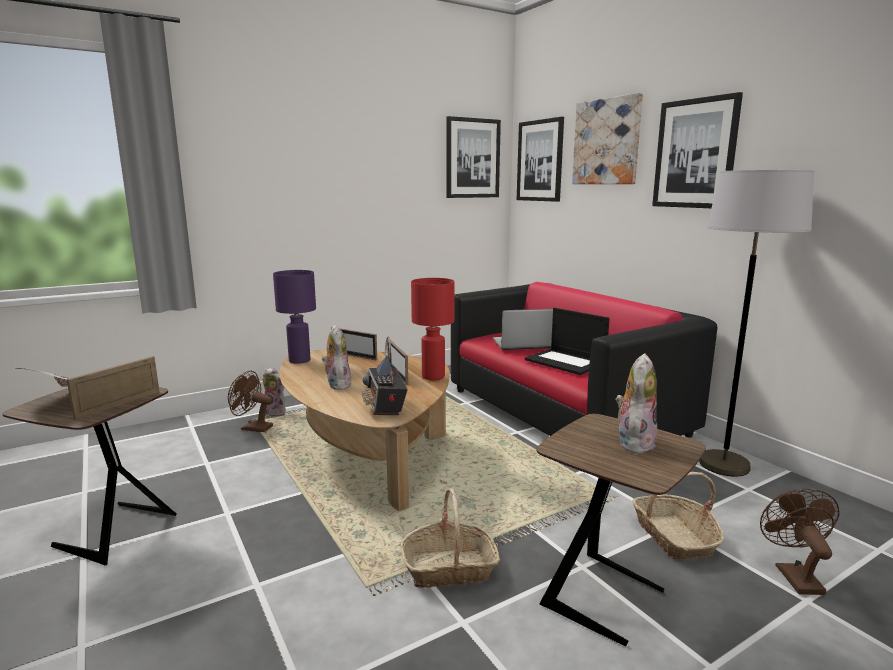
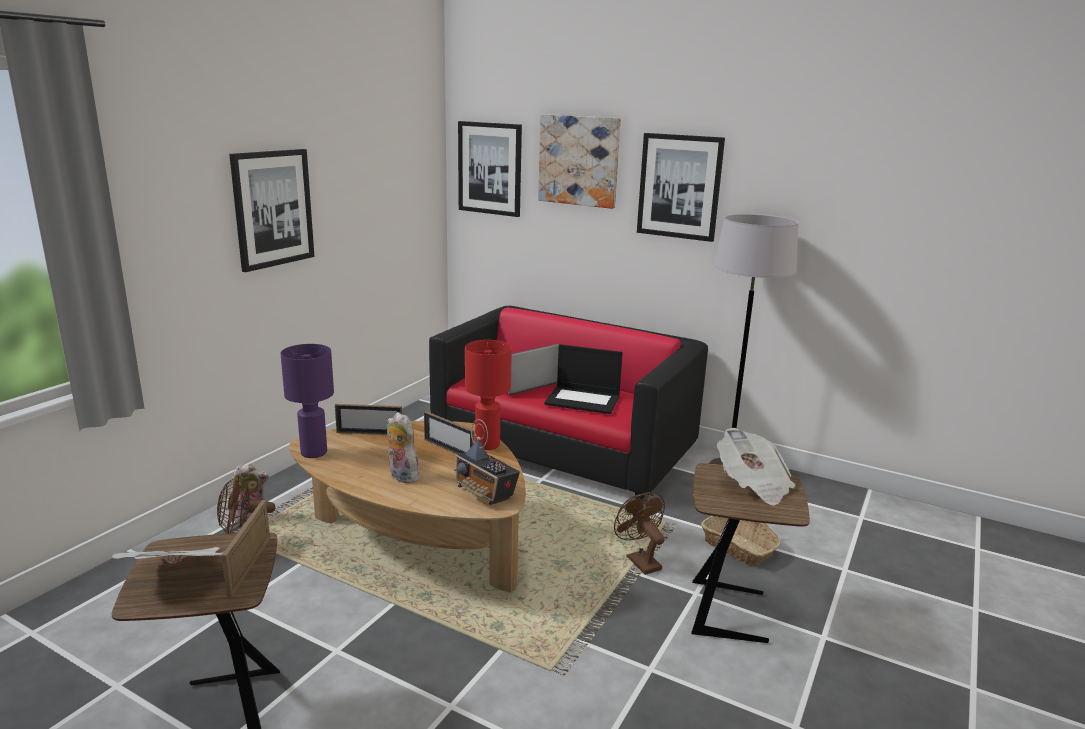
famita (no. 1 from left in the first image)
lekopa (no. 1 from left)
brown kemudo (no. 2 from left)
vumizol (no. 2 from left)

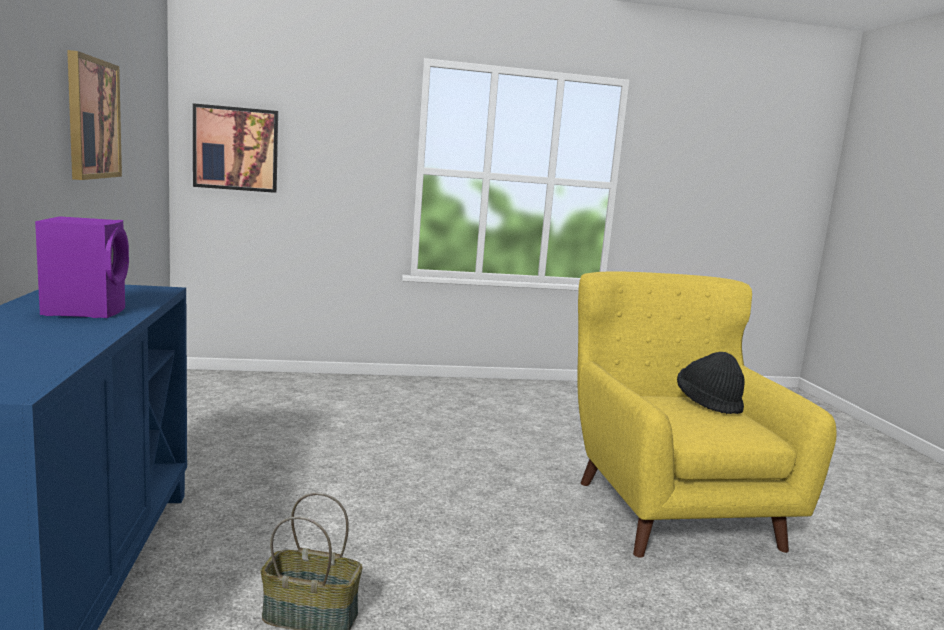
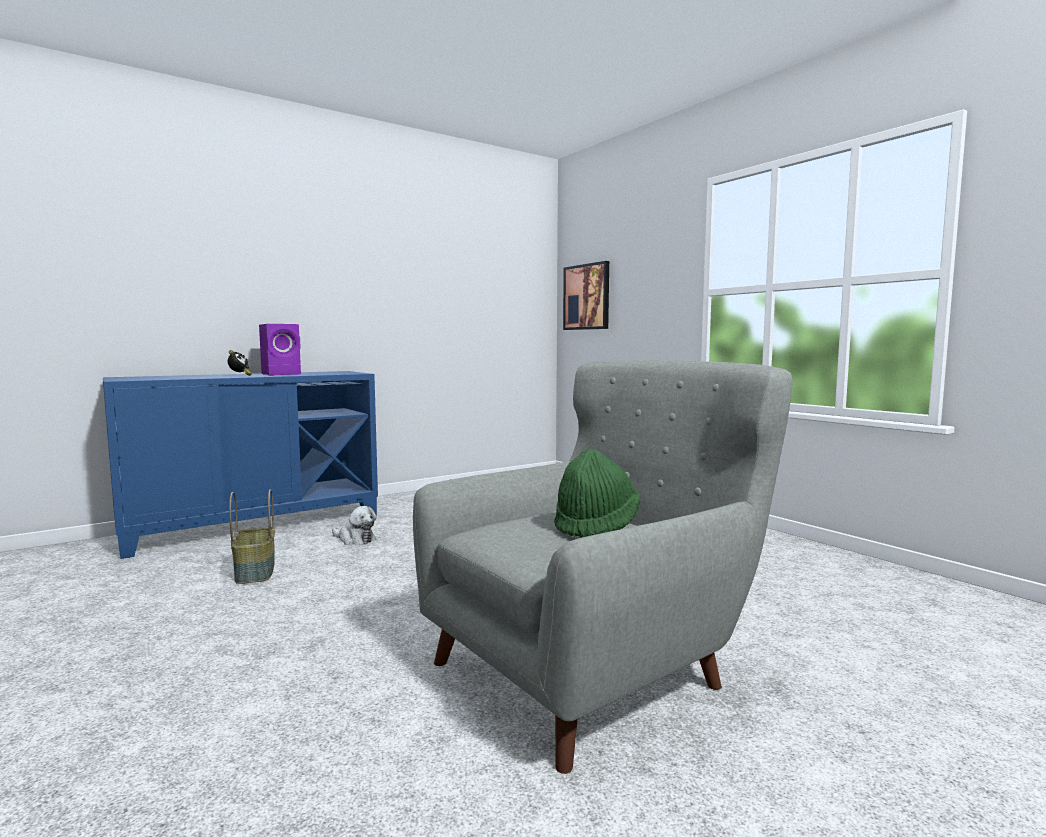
lekopa (no. 1 from left in the first image)
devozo
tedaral
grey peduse
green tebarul

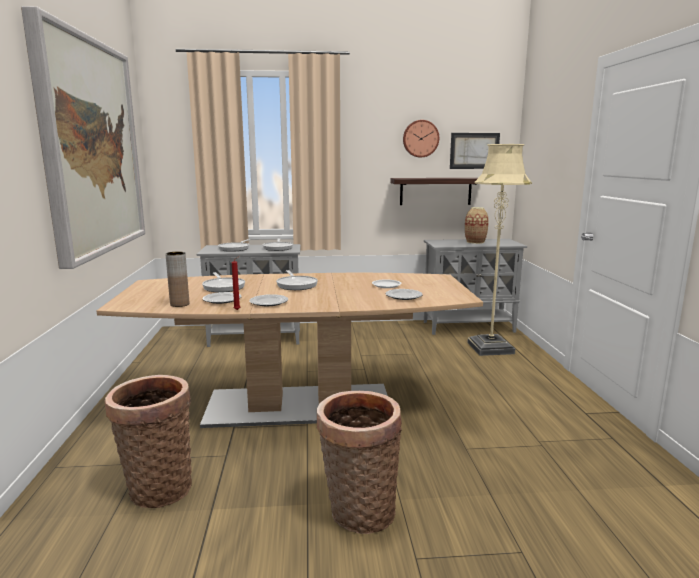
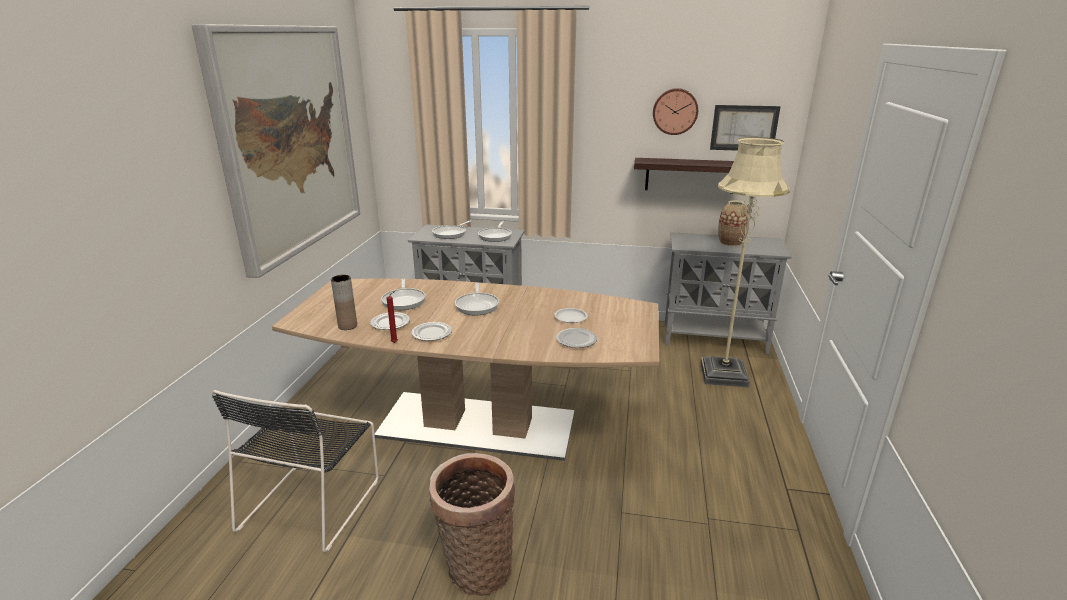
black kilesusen

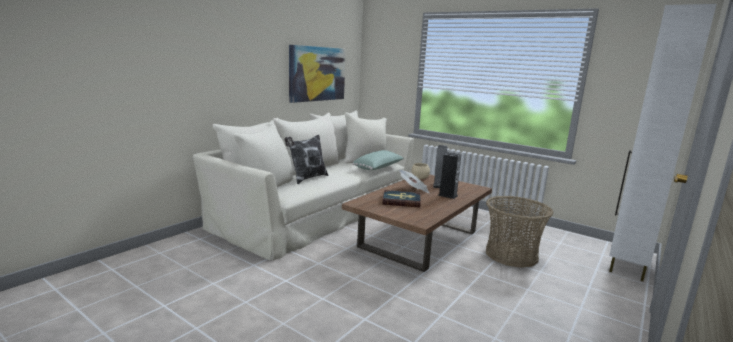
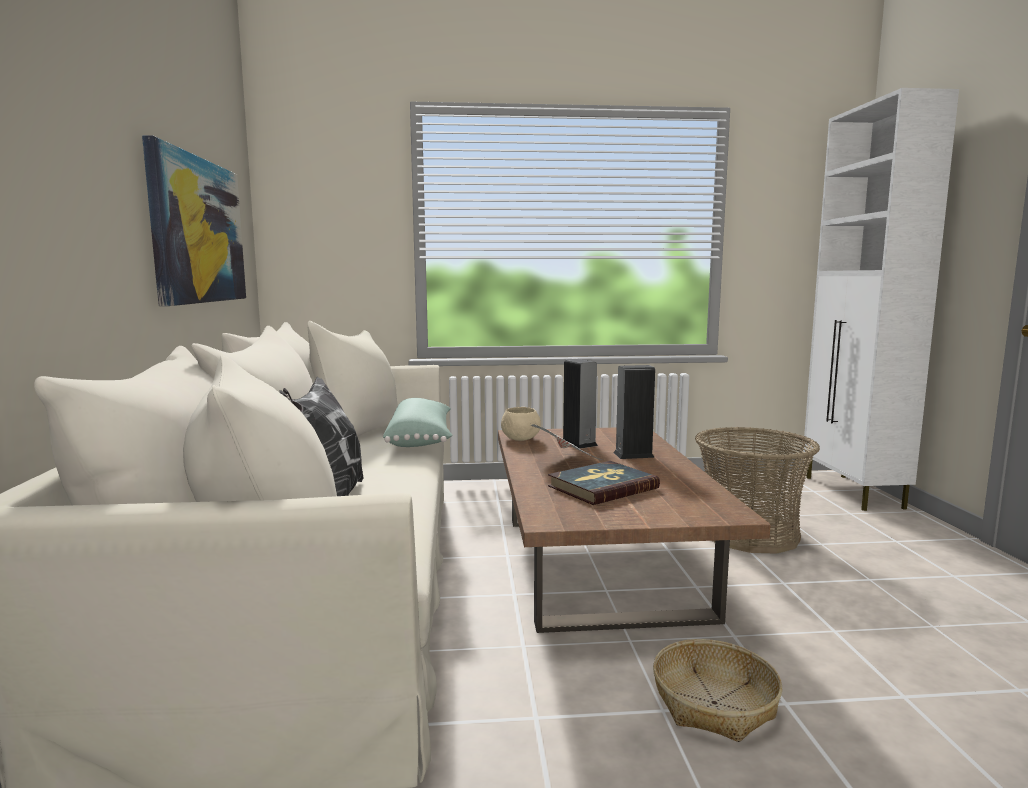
famita (no. 1 from left)

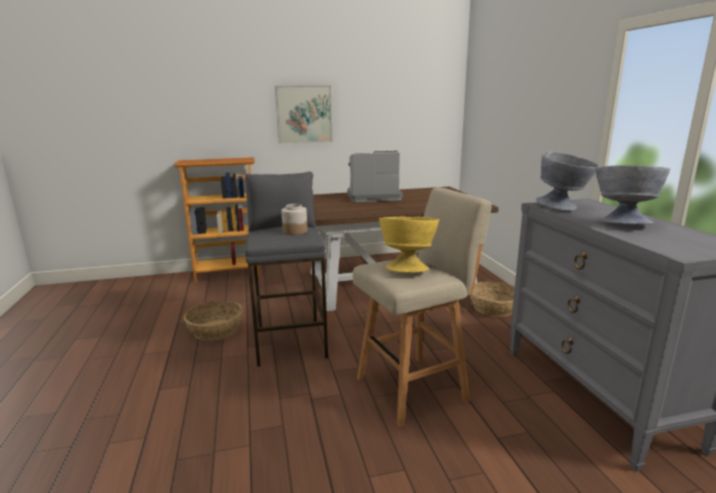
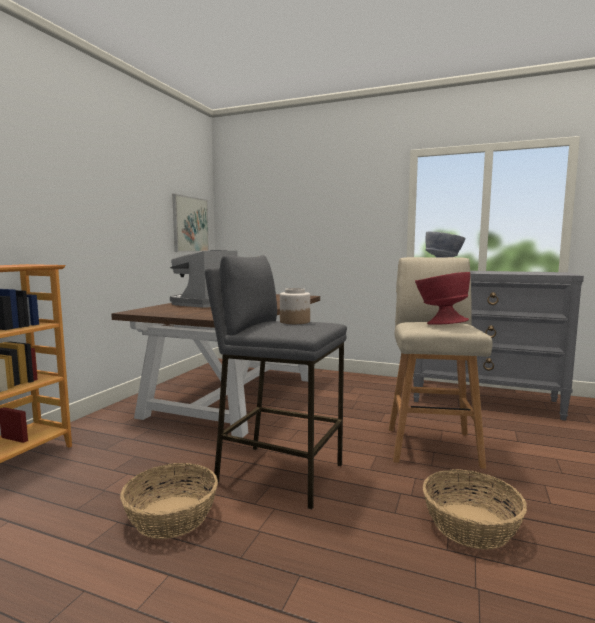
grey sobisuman (no. 2 from left in the first image)
lekopa
famita (no. 2 from left)
red sobisuman

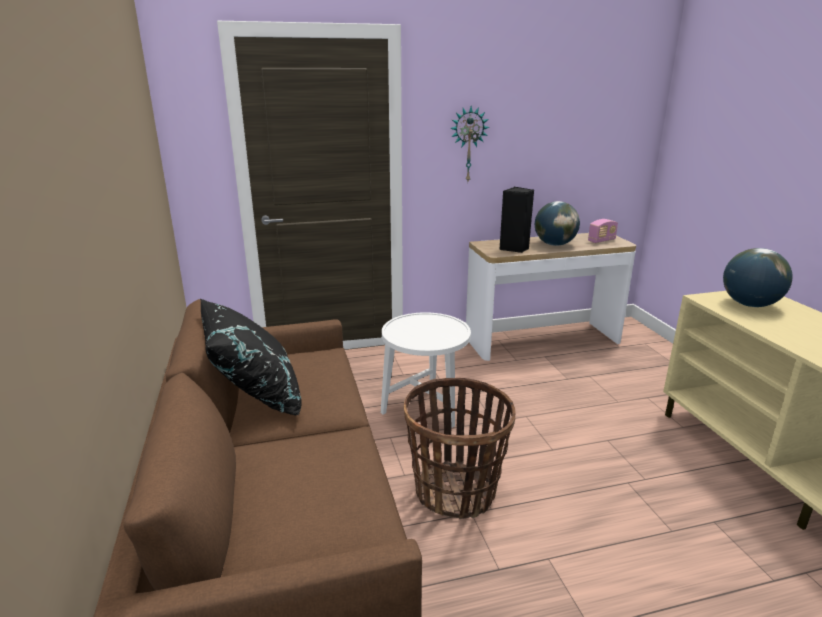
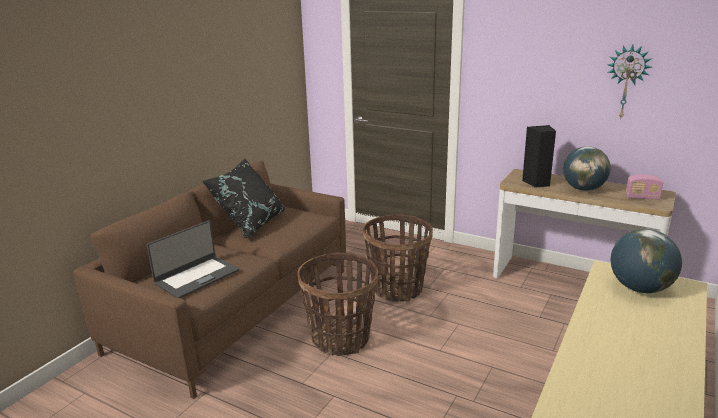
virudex
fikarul
famita (no. 2 from left)

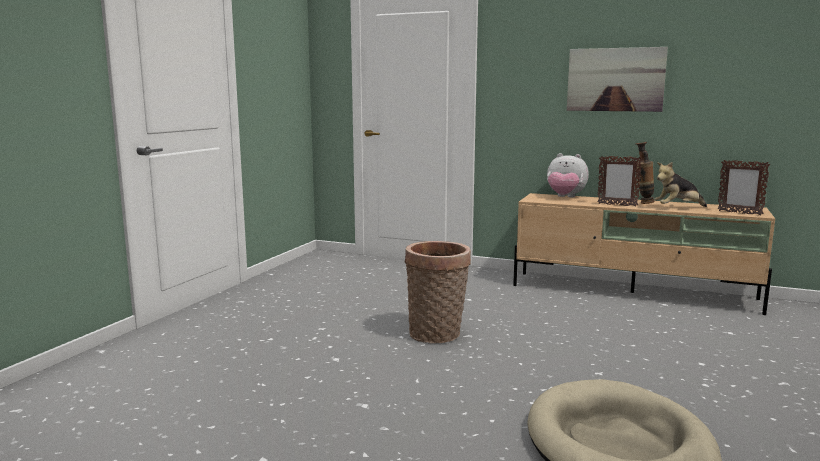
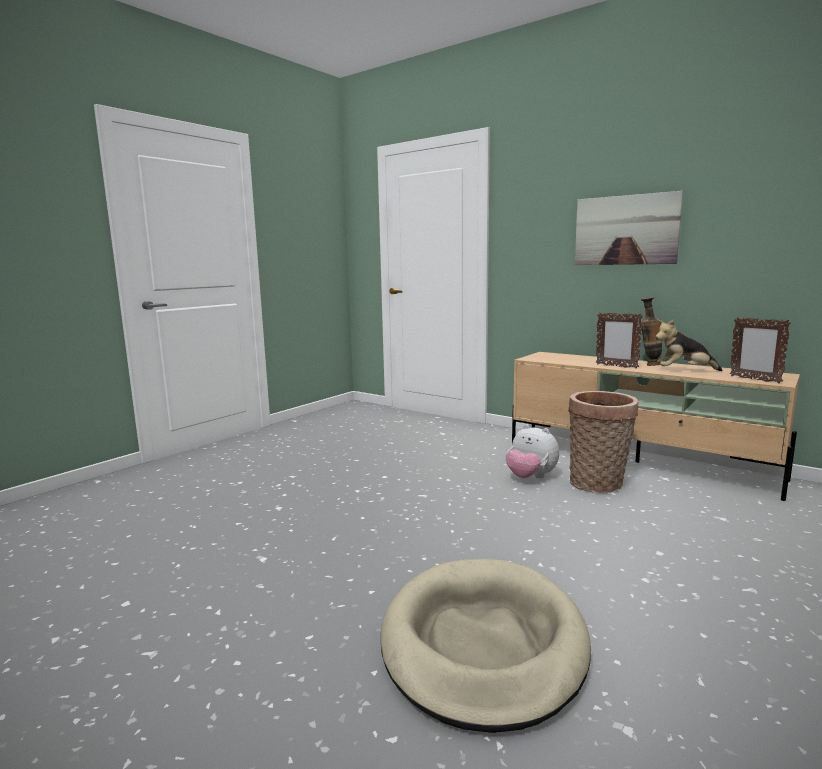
famita
tedaral (no. 1 from left)

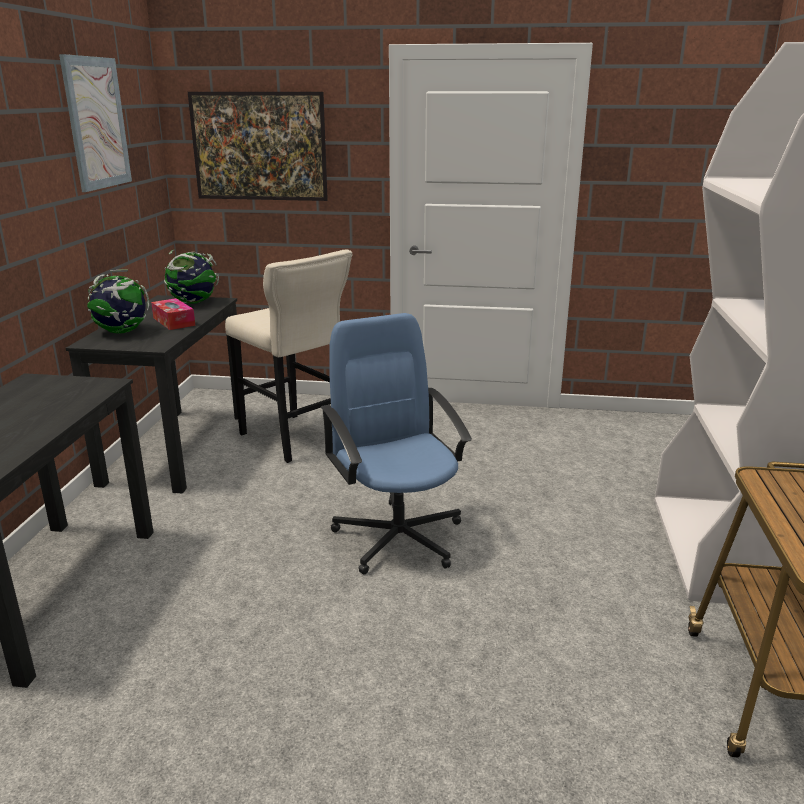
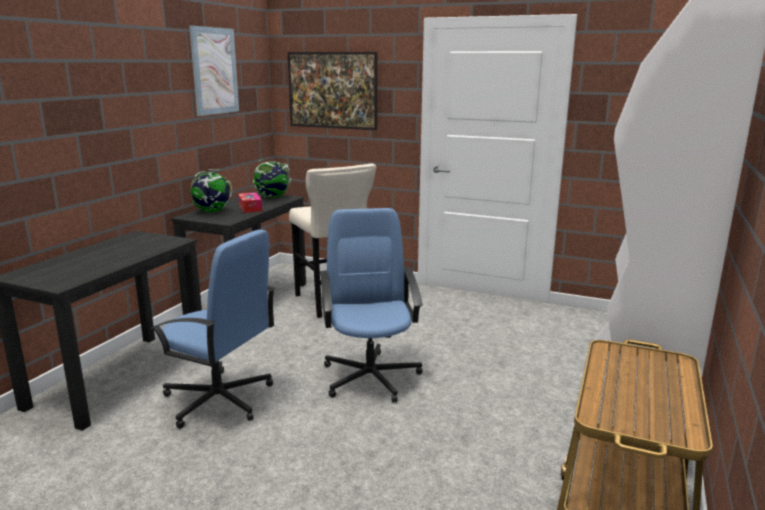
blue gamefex (no. 1 from left)

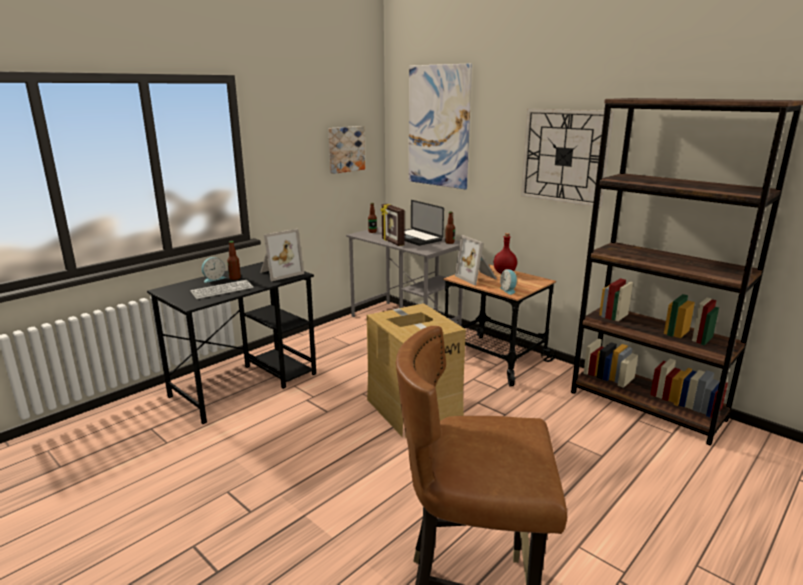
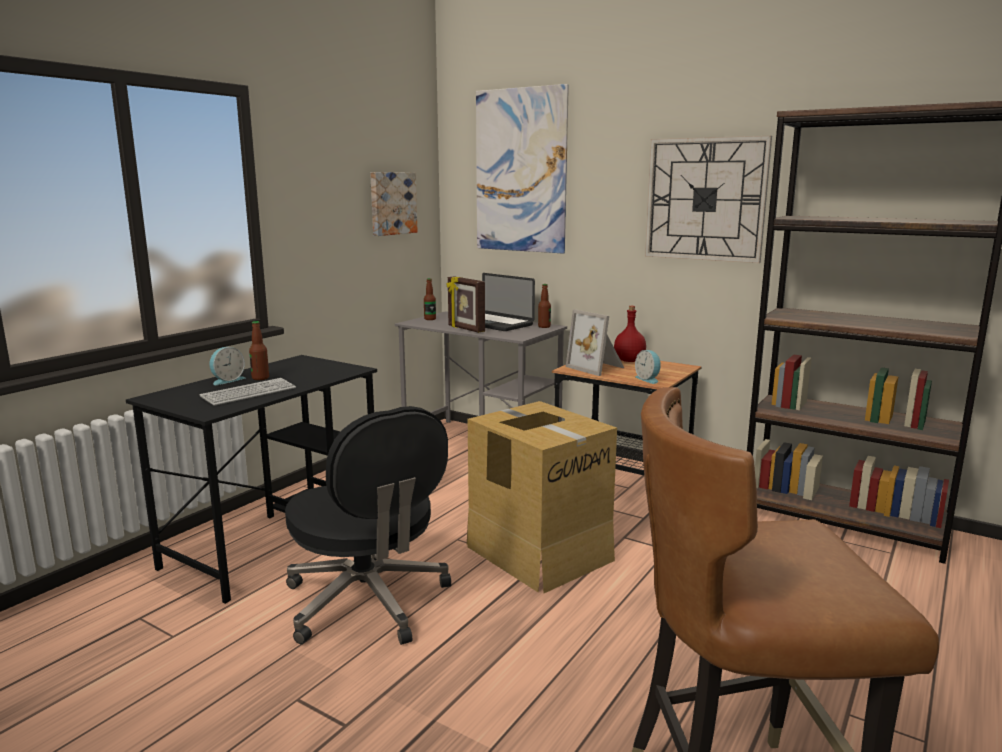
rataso (no. 1 from left in the first image)
black gamefex

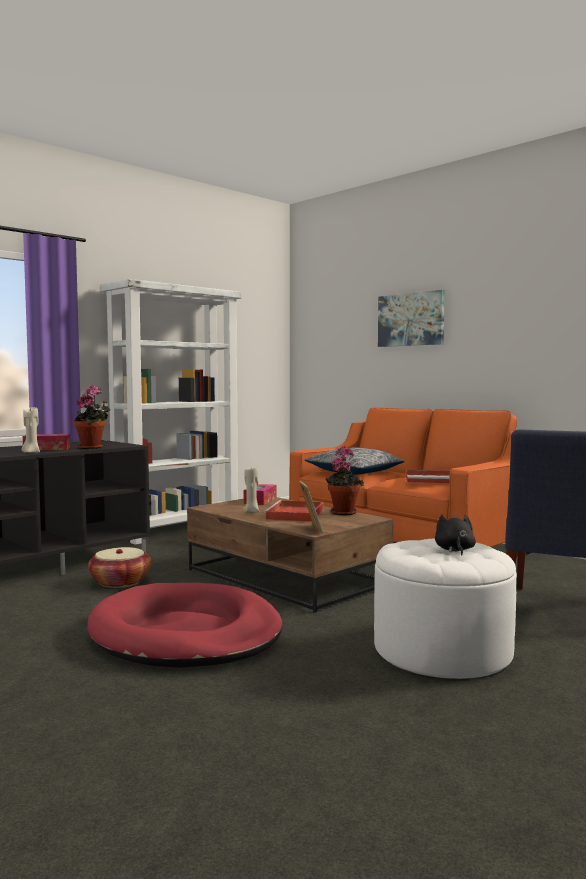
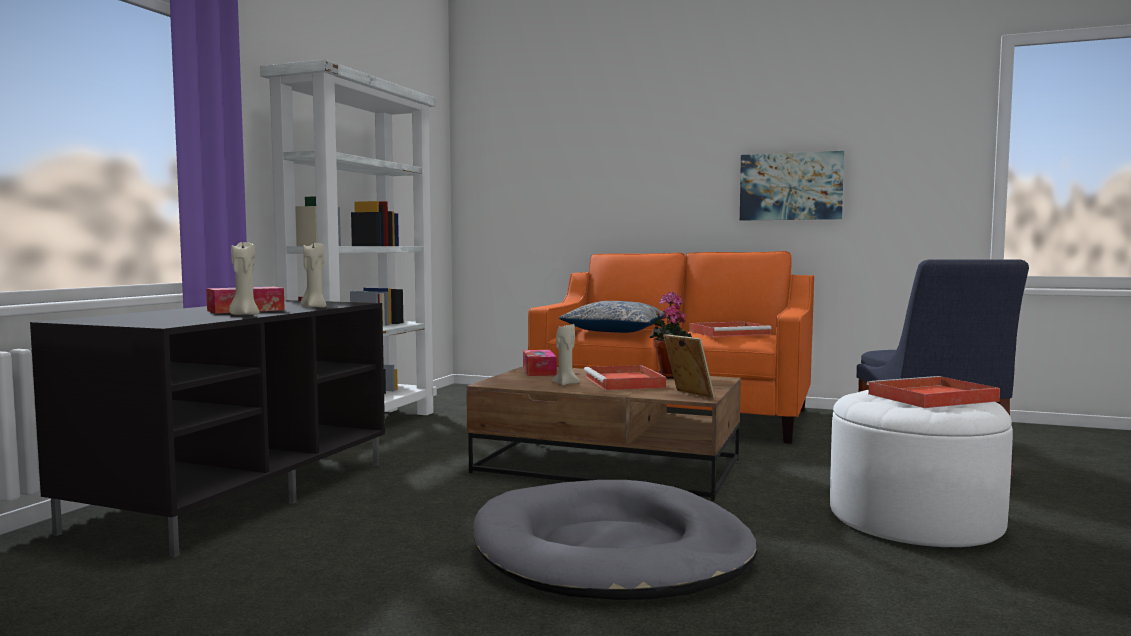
famita
lekopa
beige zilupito (no. 2 from left)
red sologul (no. 3 from left)
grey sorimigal

